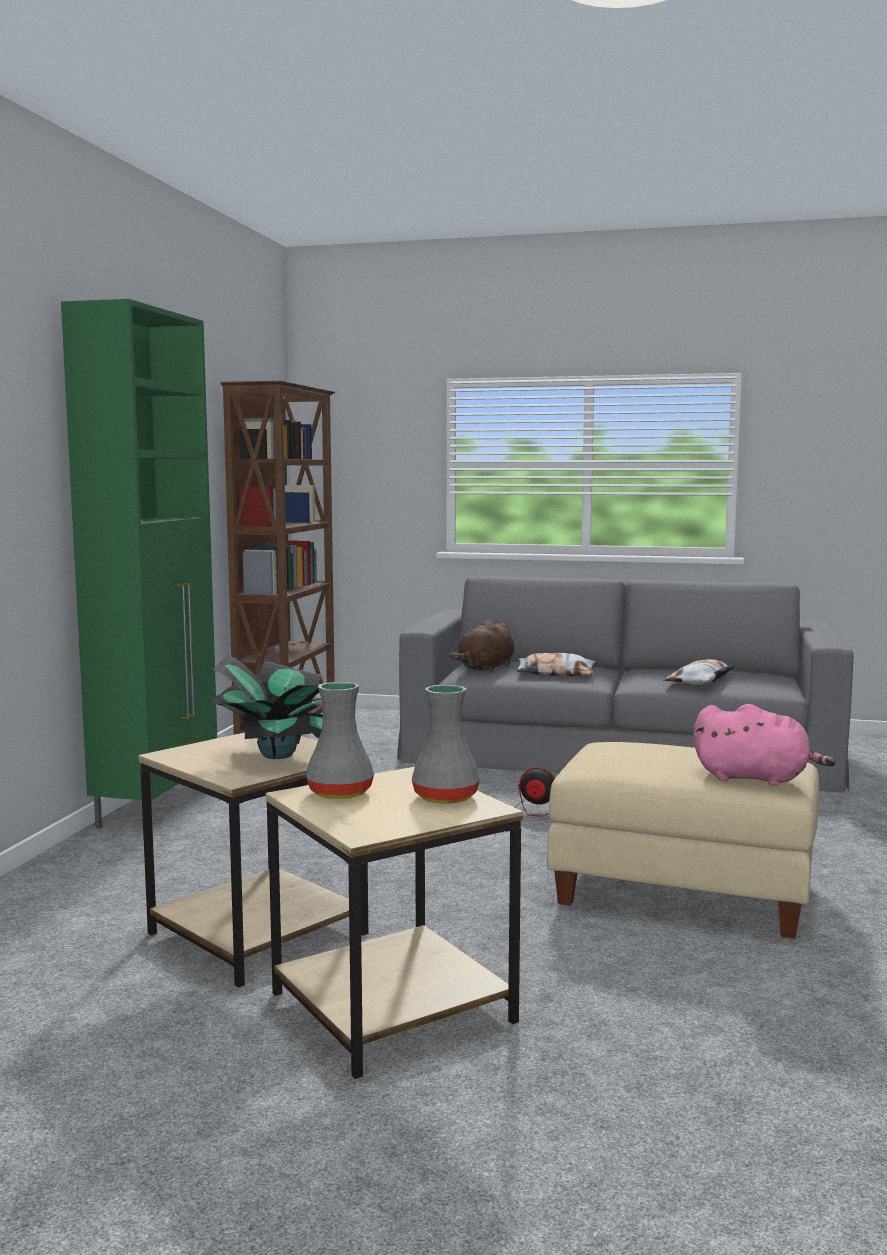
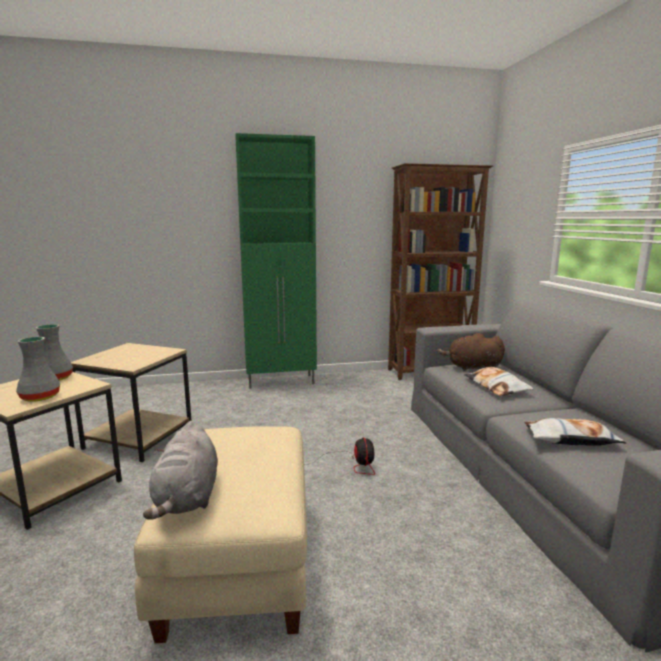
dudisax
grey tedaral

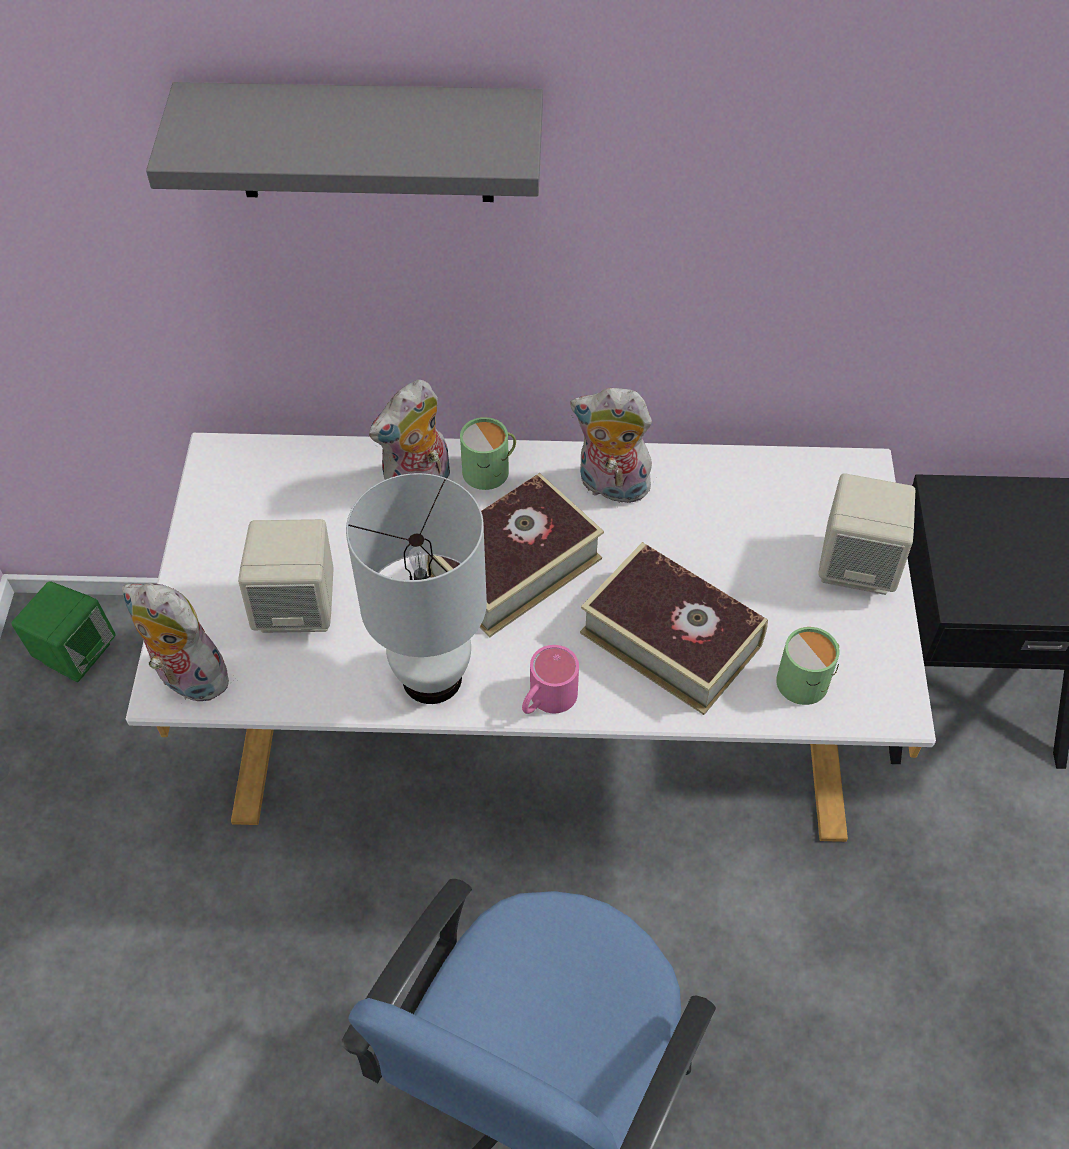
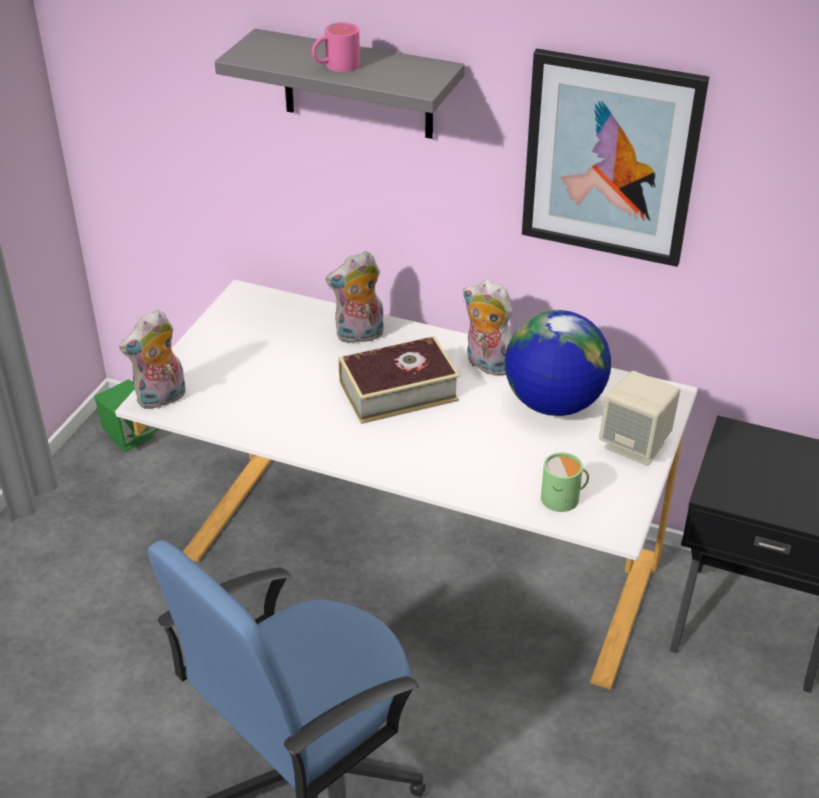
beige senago (no. 1 from left in the first image)
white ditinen
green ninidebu (no. 1 from left in the first image)
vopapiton (no. 2 from left in the first image)
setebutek
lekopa
pink ninidebu
tedaral (no. 1 from left)

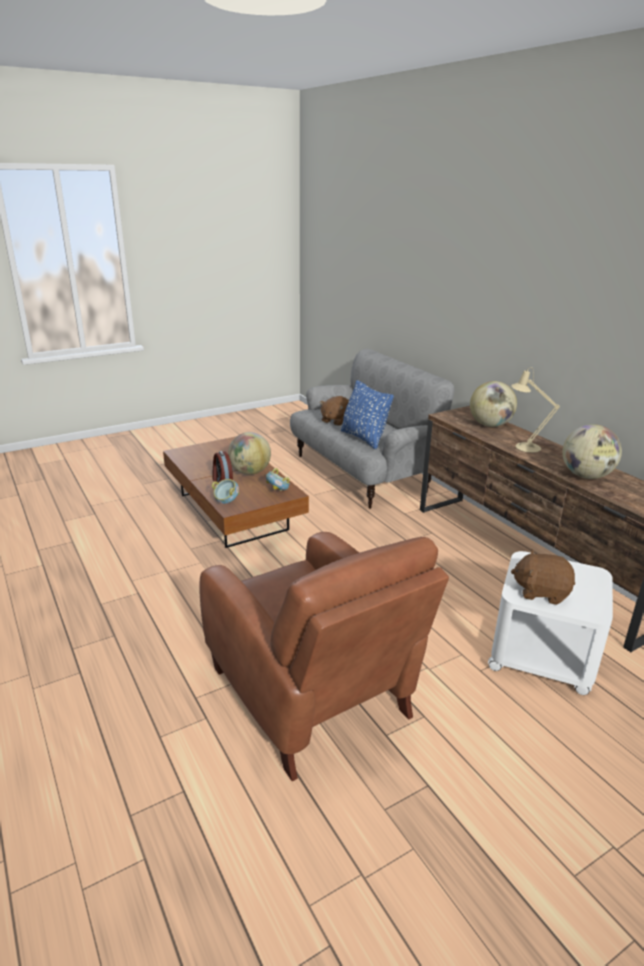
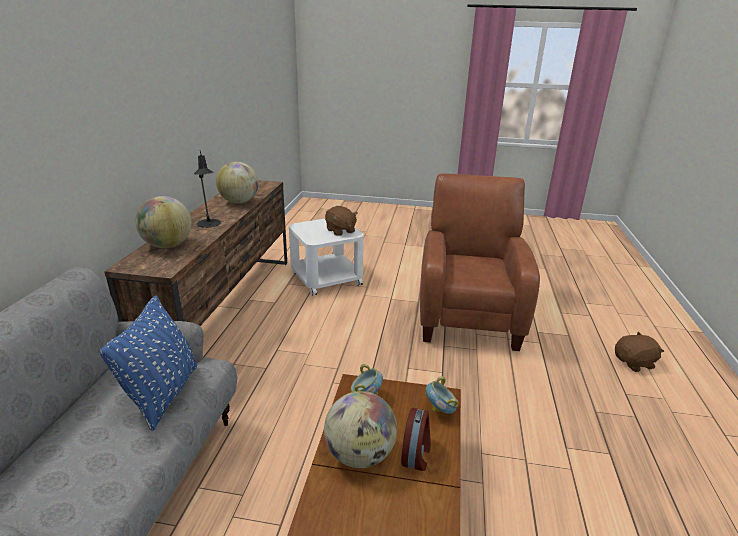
brown tedaral (no. 2 from left)
black ditinen

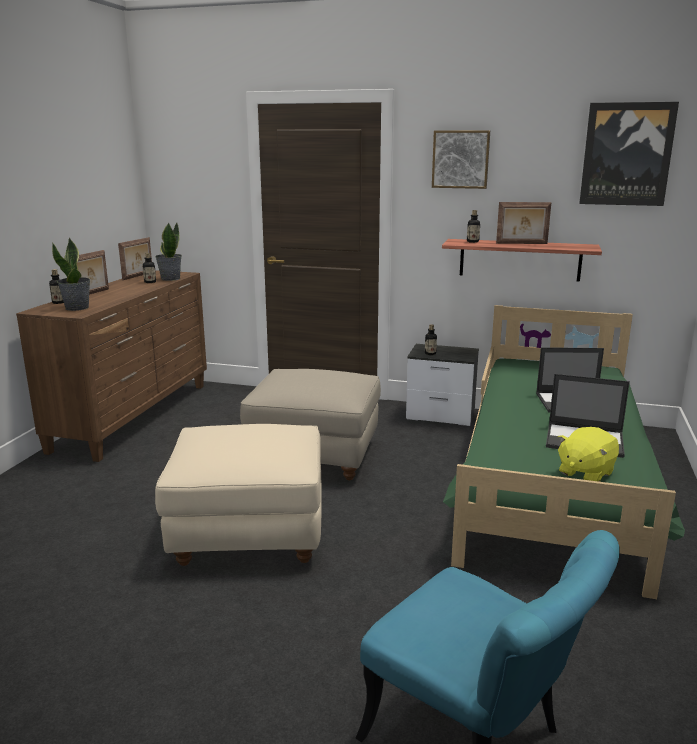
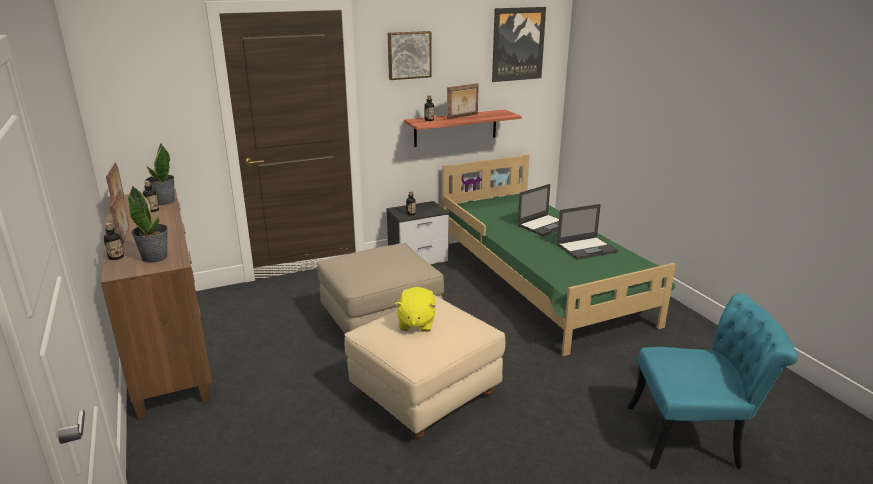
yellow tedaral

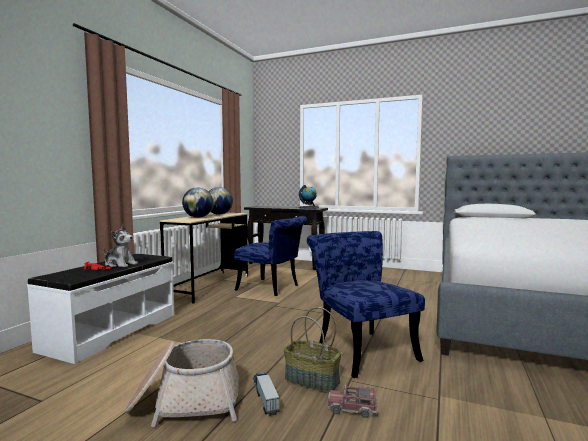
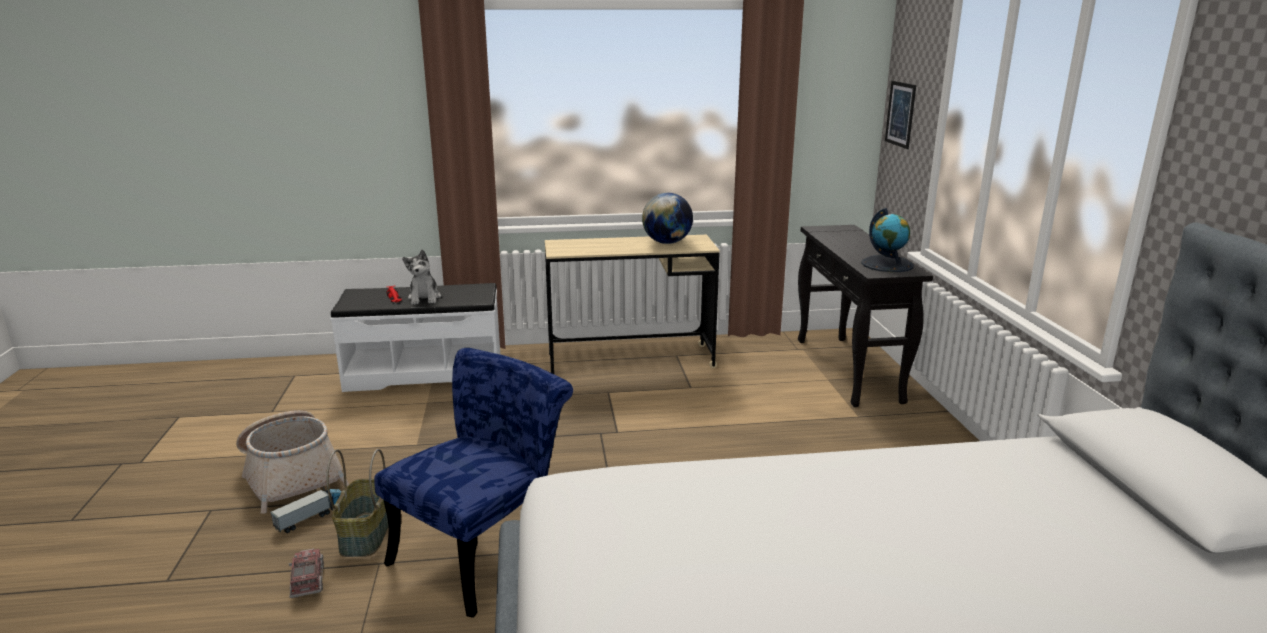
setebutek (no. 1 from left in the first image)
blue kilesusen (no. 1 from left in the first image)
lekopa

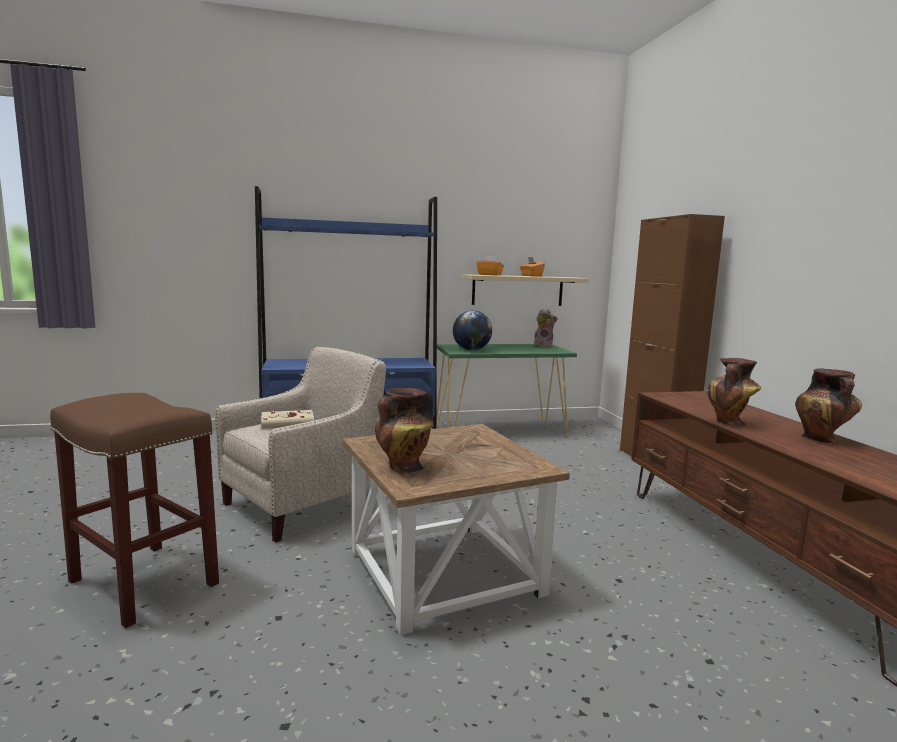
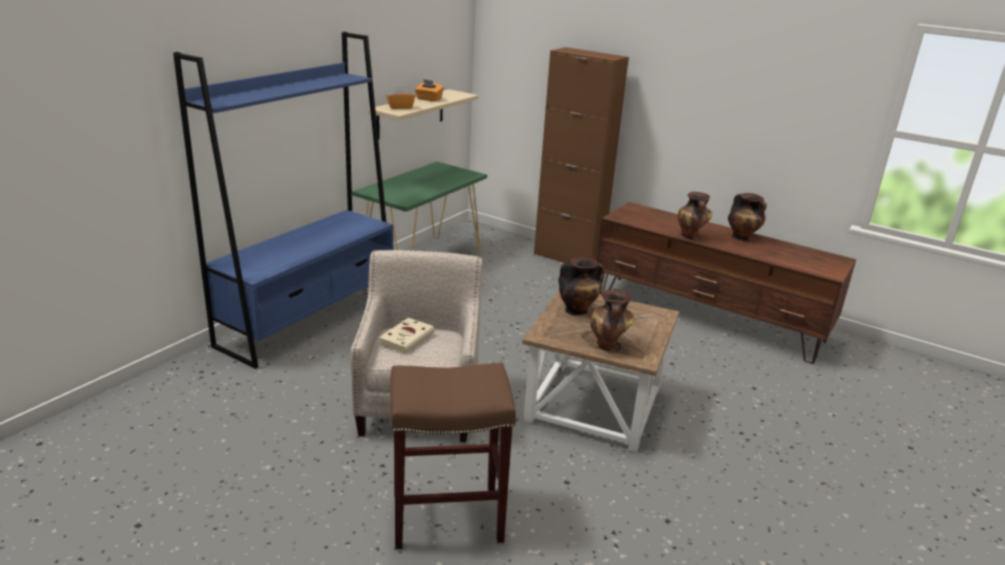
setebutek
tedaral
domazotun (no. 1 from left)

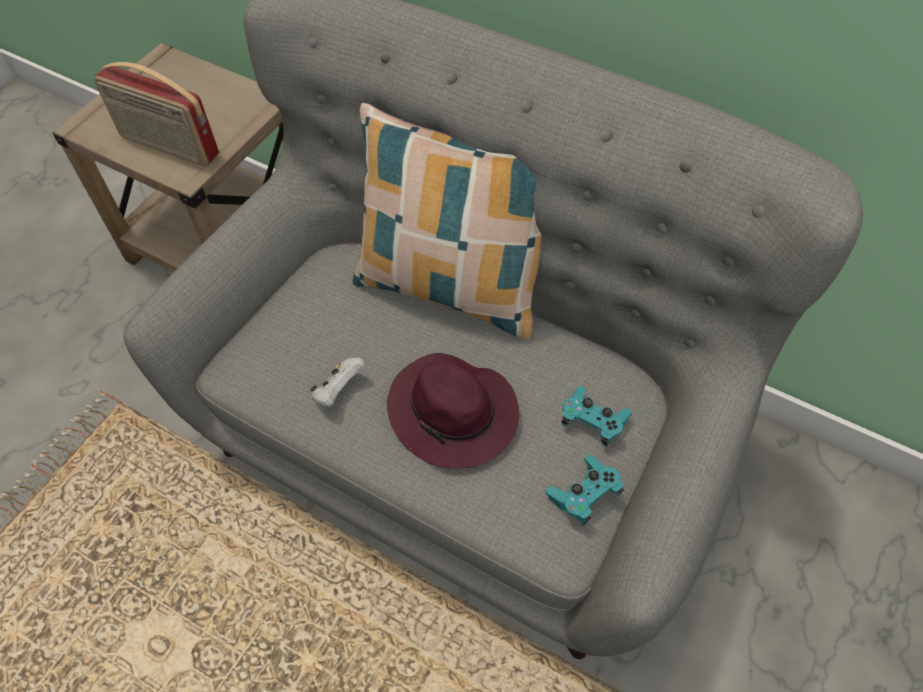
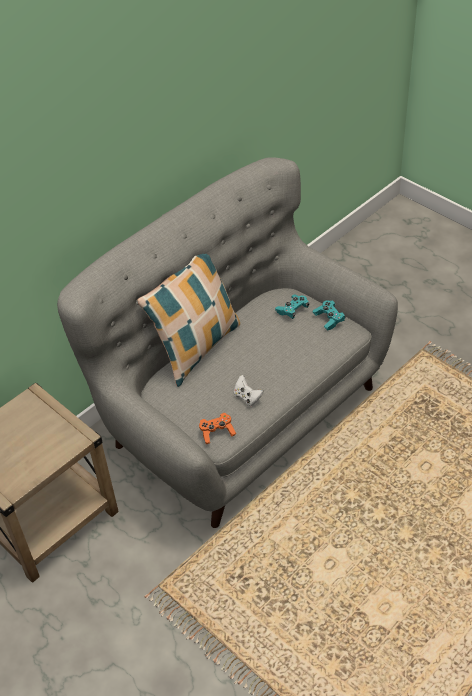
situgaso
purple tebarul
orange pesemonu

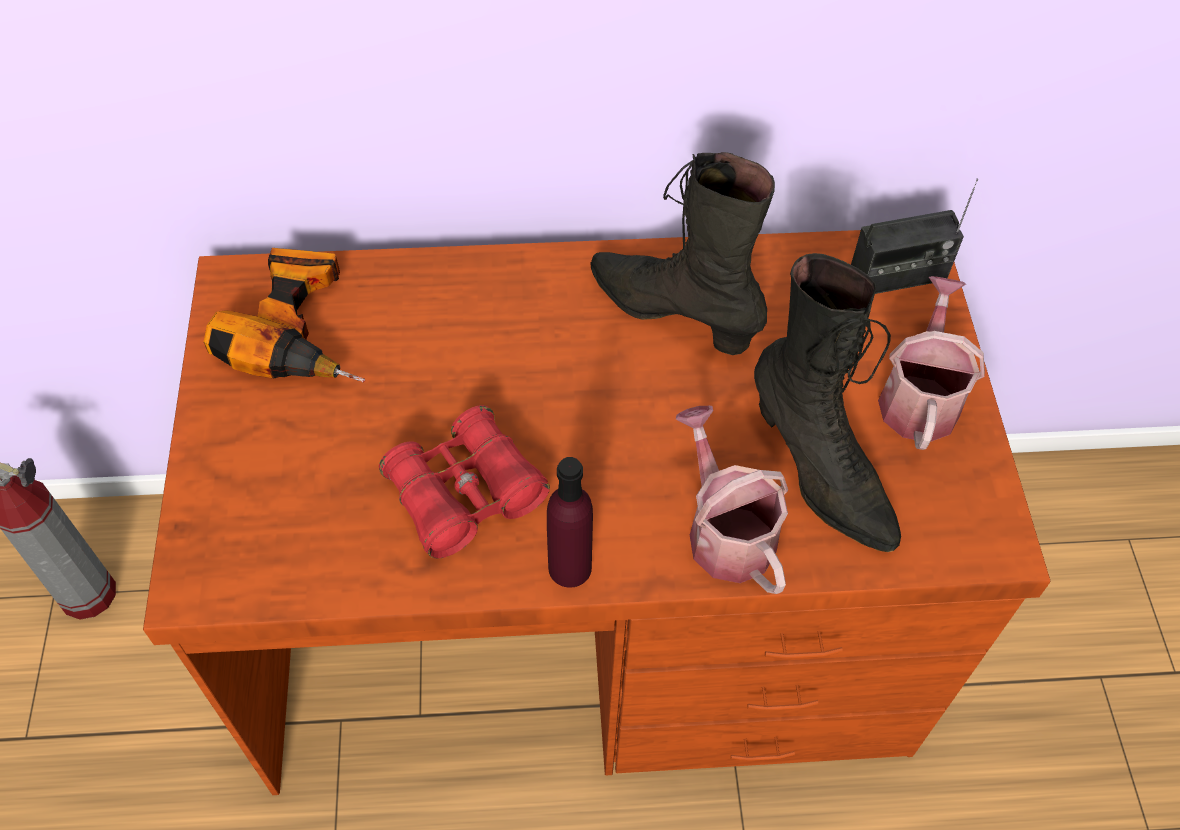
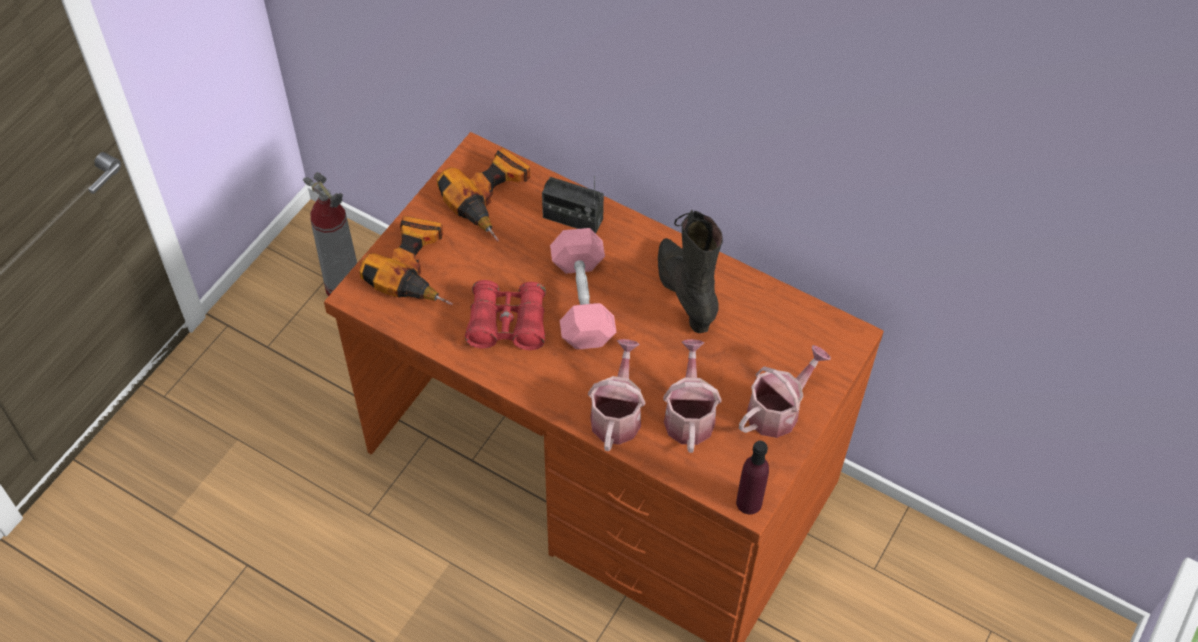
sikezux (no. 1 from left)
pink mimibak
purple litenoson
situgaso
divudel (no. 2 from left)

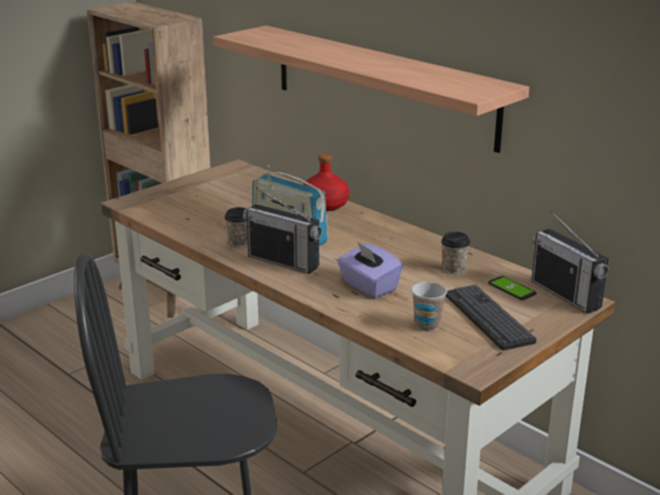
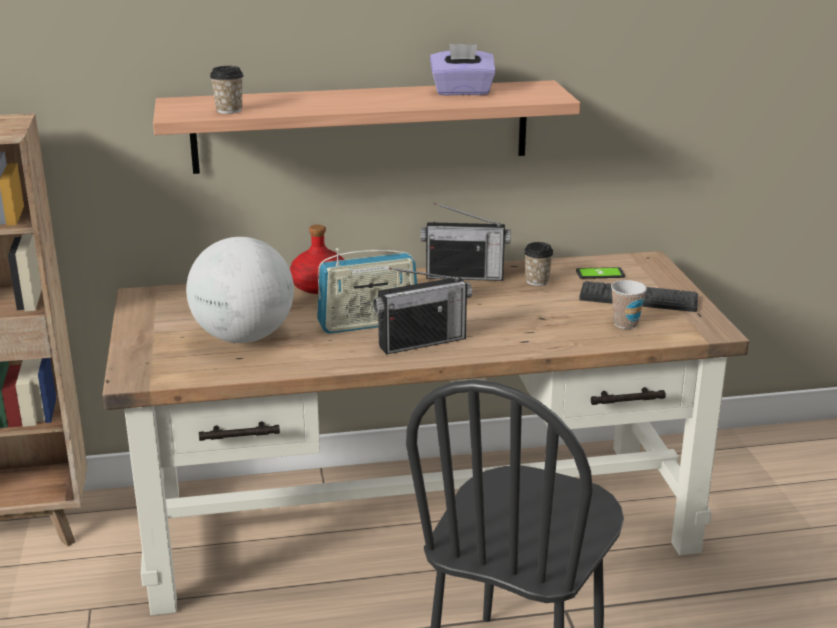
setebutek
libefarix (no. 1 from left)
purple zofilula
situgaso (no. 3 from left)

